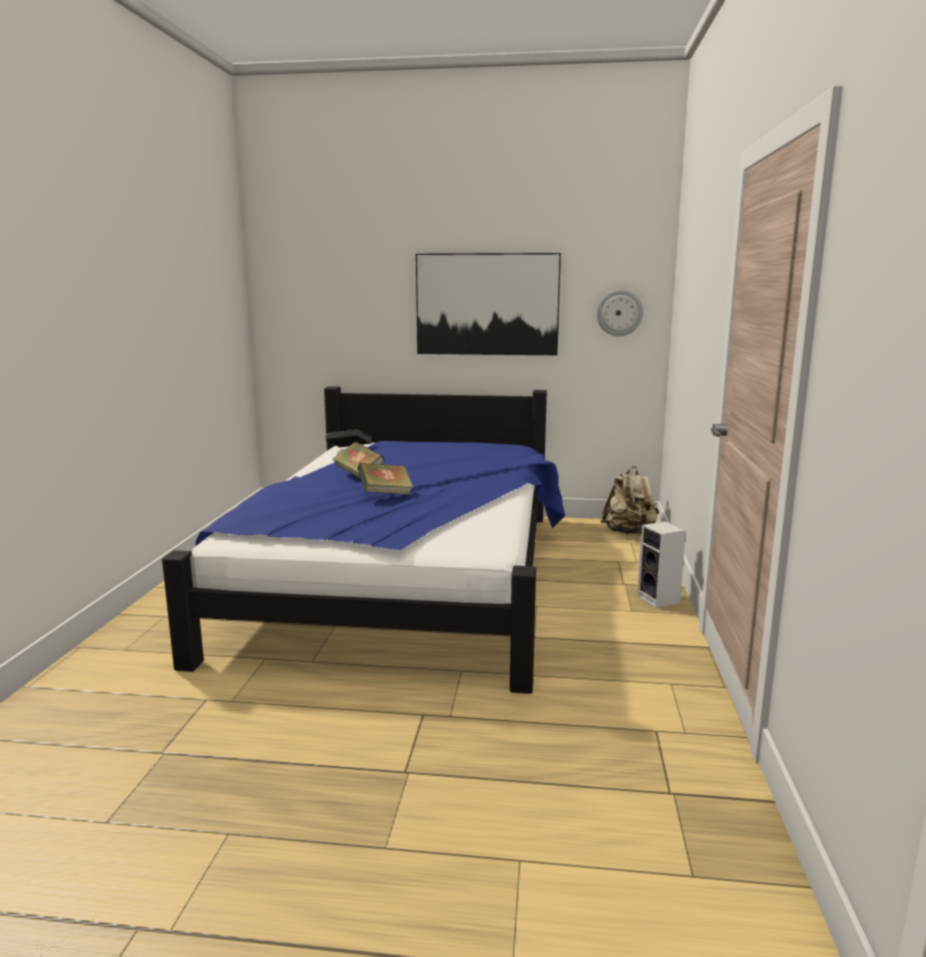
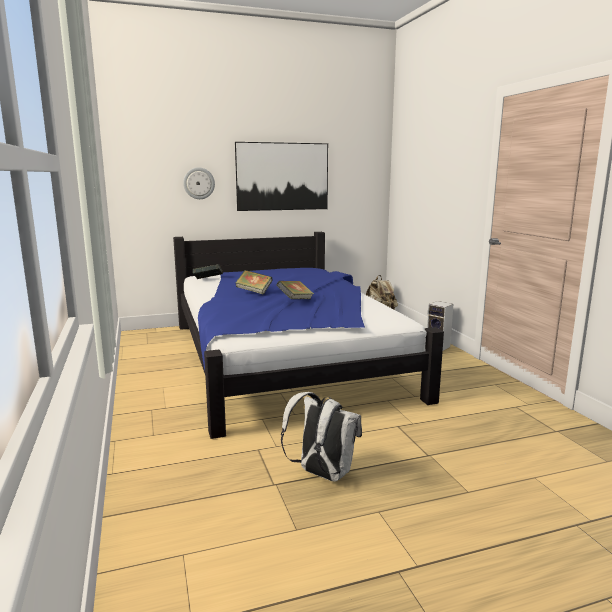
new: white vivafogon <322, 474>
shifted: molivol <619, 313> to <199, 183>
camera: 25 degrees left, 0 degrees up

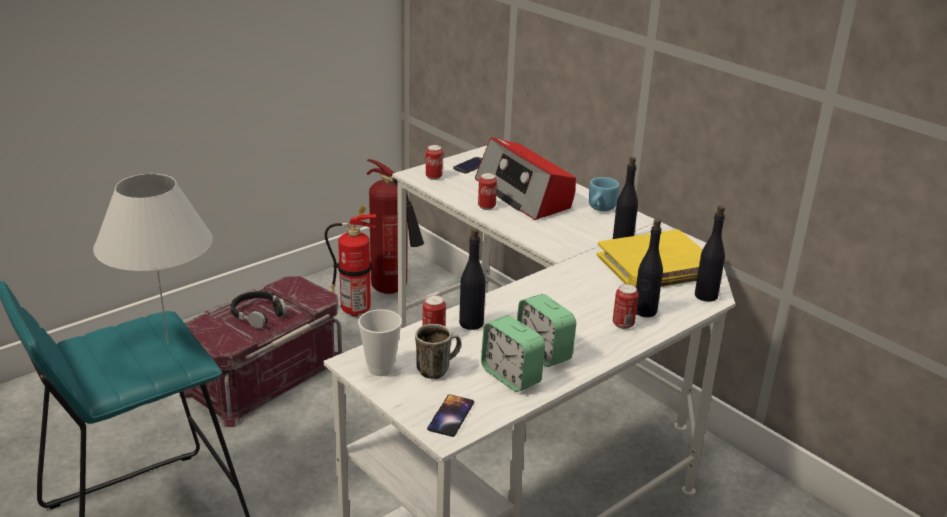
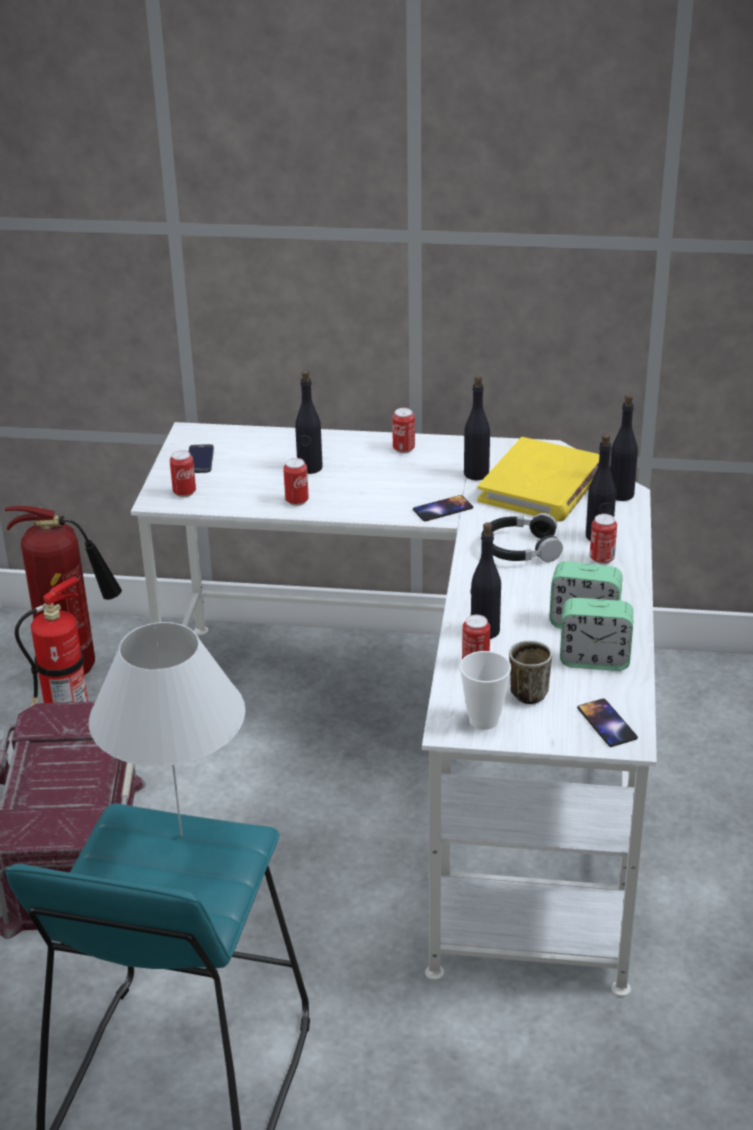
new: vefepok <442, 509>
shifted: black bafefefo <257, 314> to <520, 549>
swapped: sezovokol <524, 194> to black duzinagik <309, 468>; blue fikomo <599, 209> to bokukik <403, 449>
camera: 40 degrees left, 5 degrees up

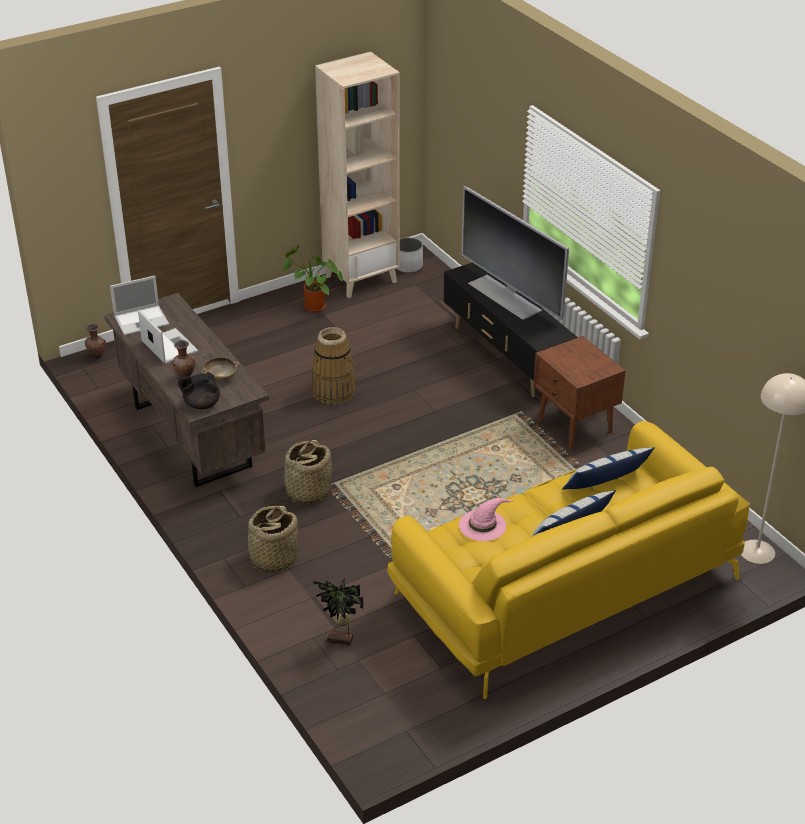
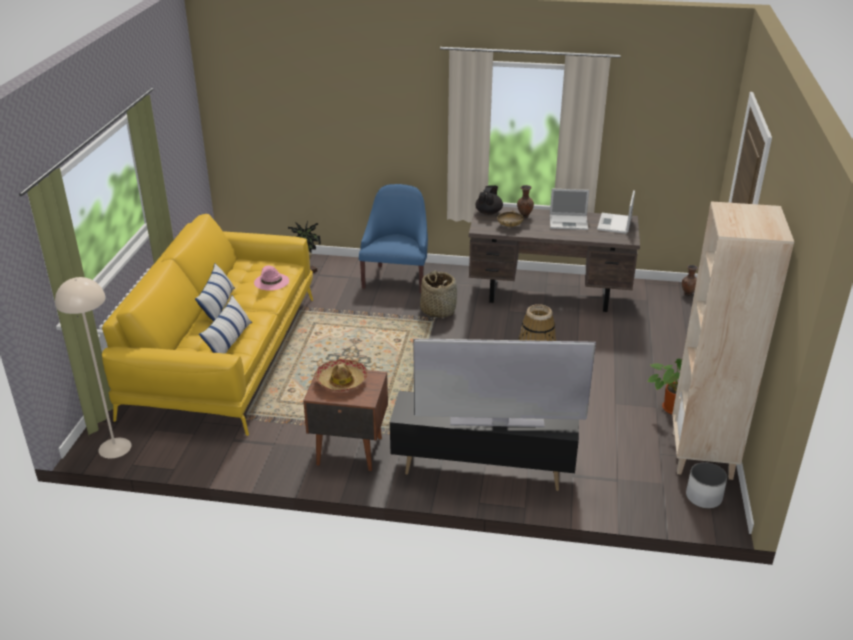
new: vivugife <341, 381>
swapped: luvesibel <273, 558> to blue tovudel <396, 278>
camera: 130 degrees right, 5 degrees down

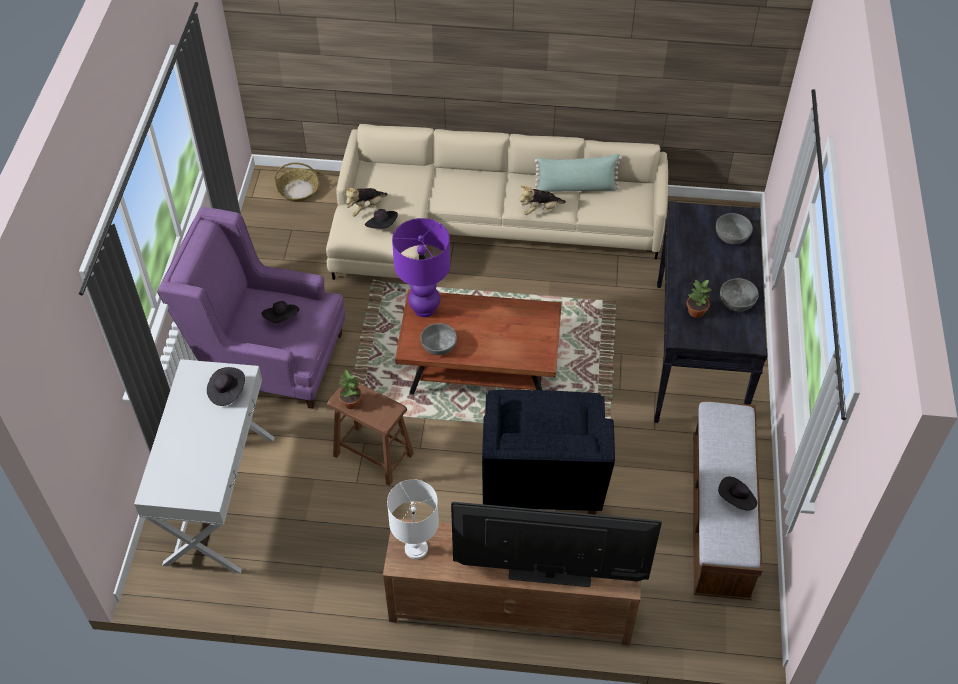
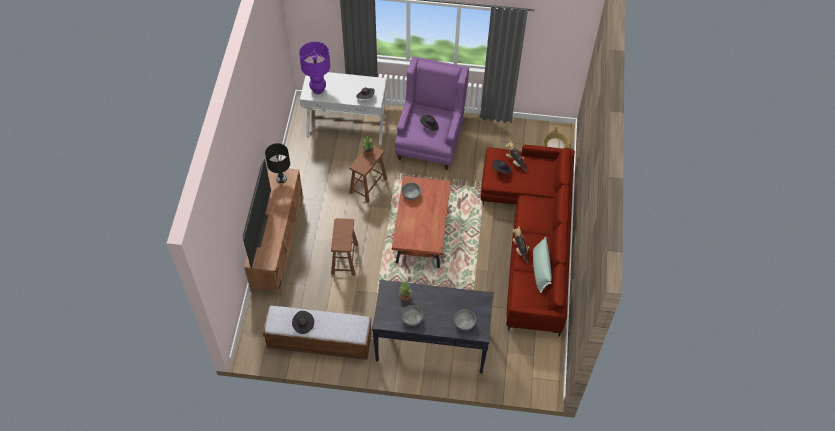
shifted: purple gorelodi <424, 309> to <318, 89>
swapped: blue tovudel <541, 486> to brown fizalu <344, 259>
repainted: white gorelodi <416, 549> to black gorelodi <281, 178>; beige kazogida <484, 226> to red kazogida <531, 237>
camera: 90 degrees right, 5 degrees up

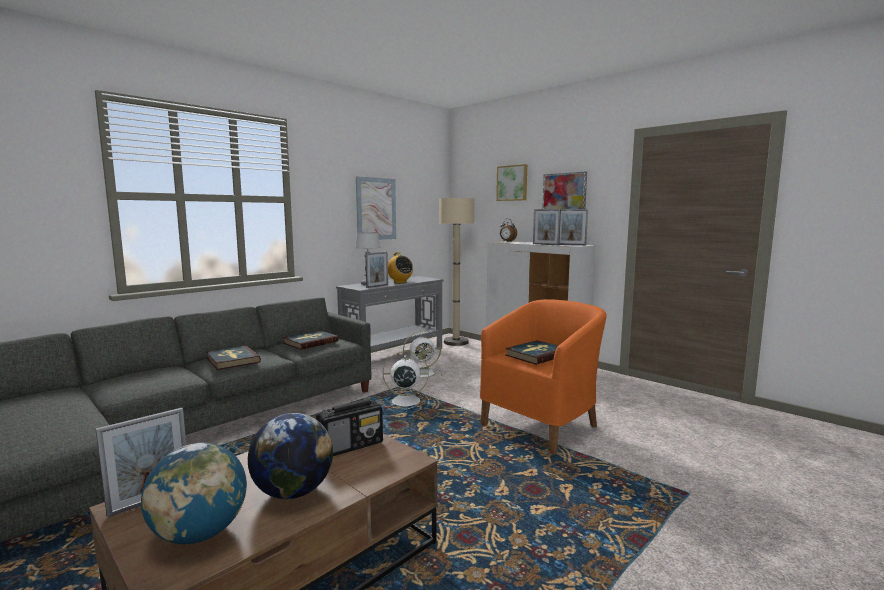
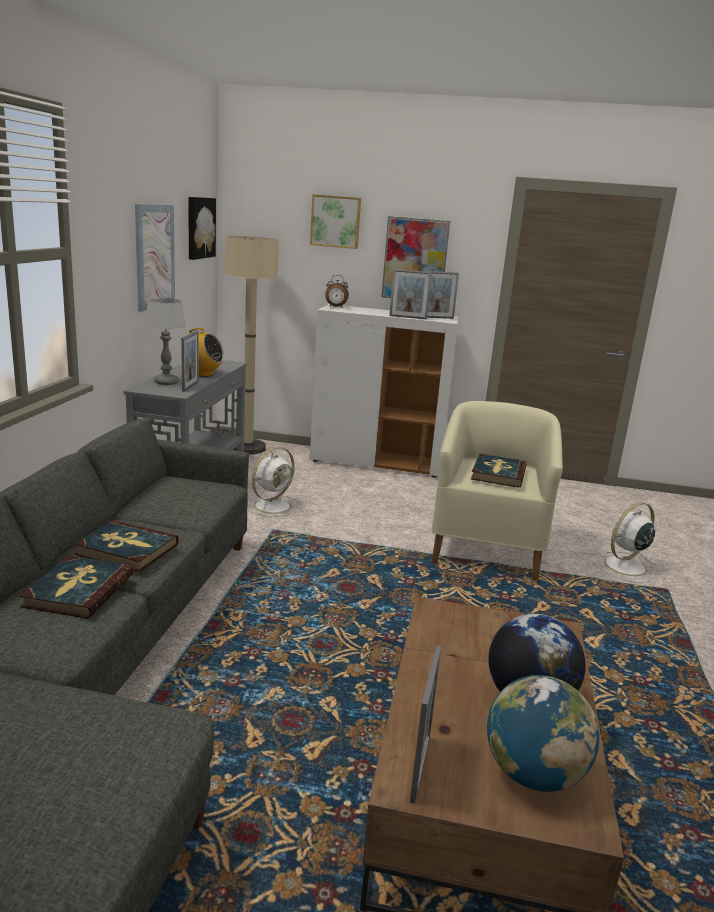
gone: sezovokol <351, 446>
new: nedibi <199, 227>
shifted: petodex <310, 342> to <78, 590>; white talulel <404, 401> to <624, 566>
repainted: orange tovudel <542, 425> to beige tovudel <487, 549>
camera: 35 degrees left, 10 degrees up

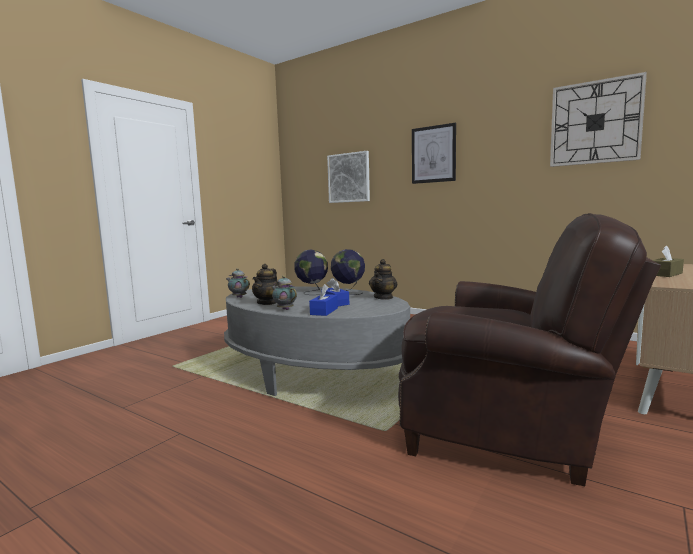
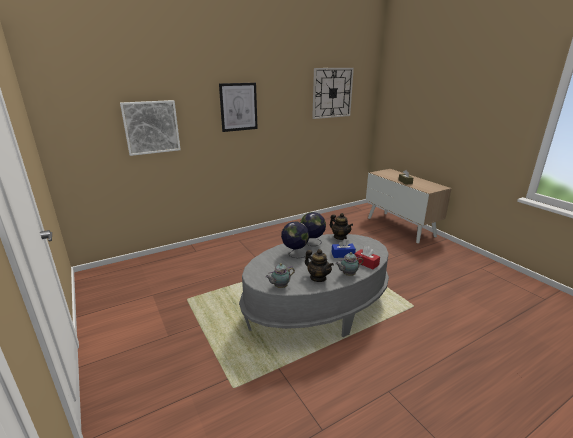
gone: brown tovudel <507, 429>
repainted: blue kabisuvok <324, 311> to red kabisuvok <366, 263>
camera: 65 degrees left, 15 degrees up

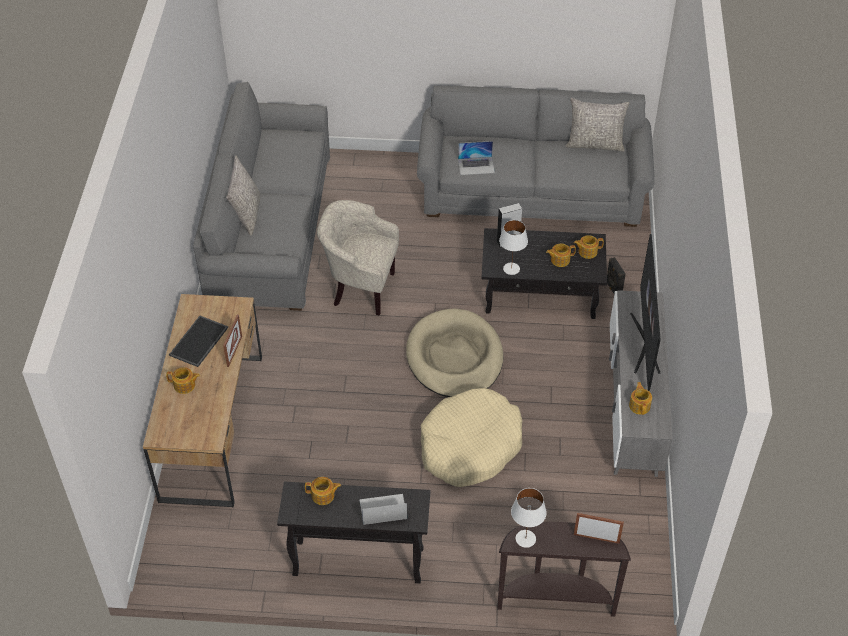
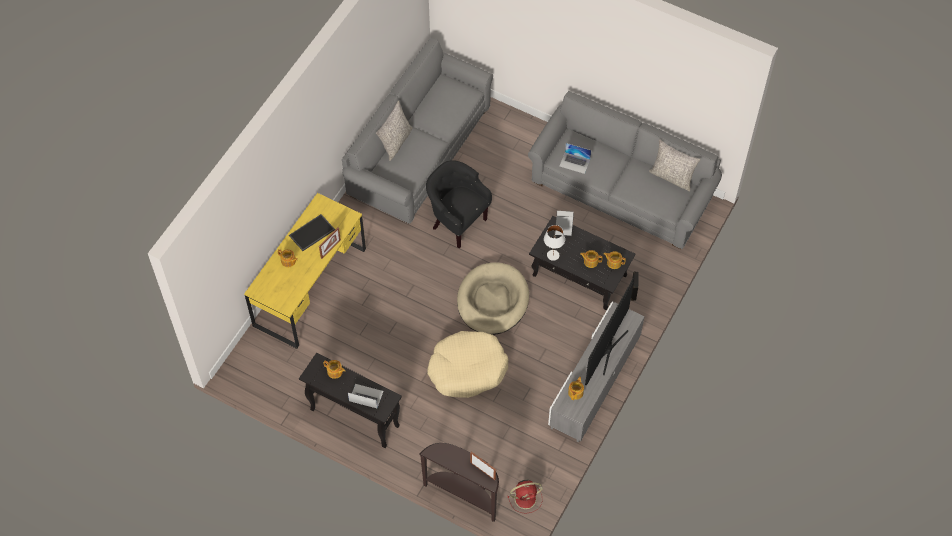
gone: white gorelodi <525, 538>
new: red talulel <526, 498>
repainted: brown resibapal <212, 426> to yellow resibapal <310, 287>; beige tovudel <360, 289> to black tovudel <456, 222>
camera: 25 degrees right, 10 degrees up

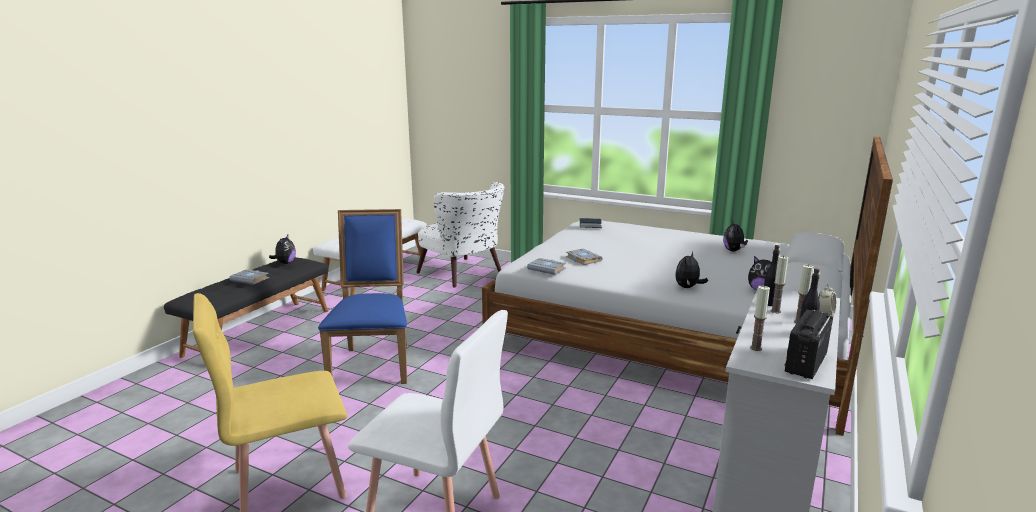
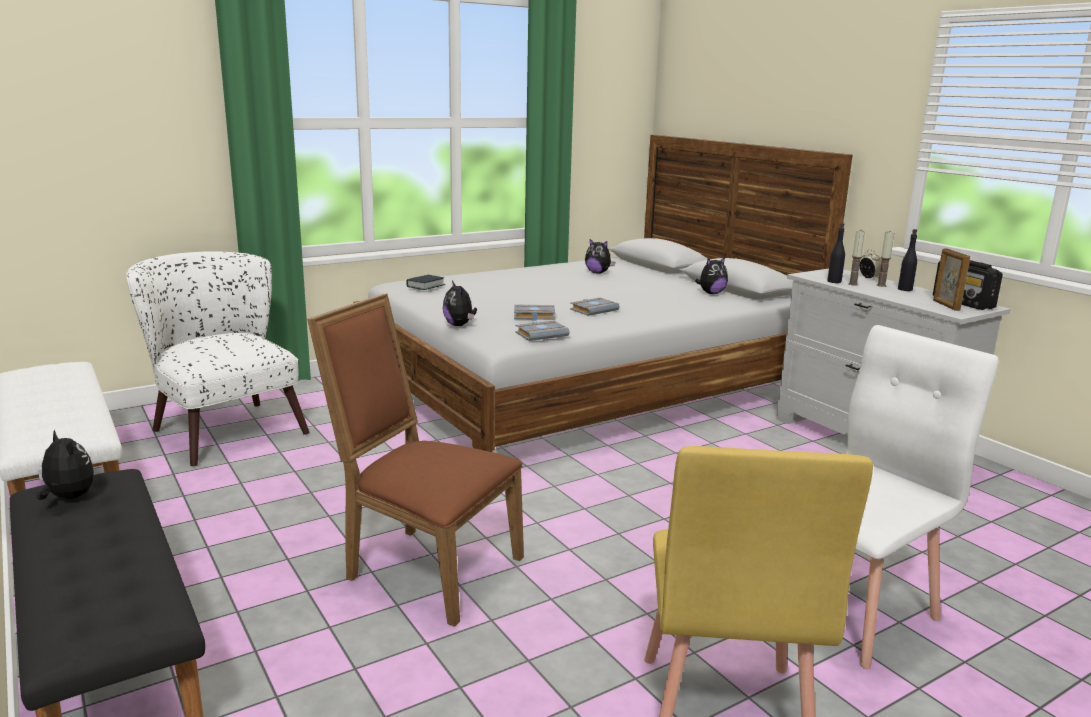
gone: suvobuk <755, 348>
new: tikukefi <945, 305>
shifted: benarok <688, 287> to <459, 325>; grey petodex <251, 279> to <594, 310>
repainted: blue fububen <373, 363> to brown fububen <425, 568>
rotated: white tovudel <465, 275> = <223, 427> 120 degrees counterclockwise
camera: 60 degrees left, 0 degrees up

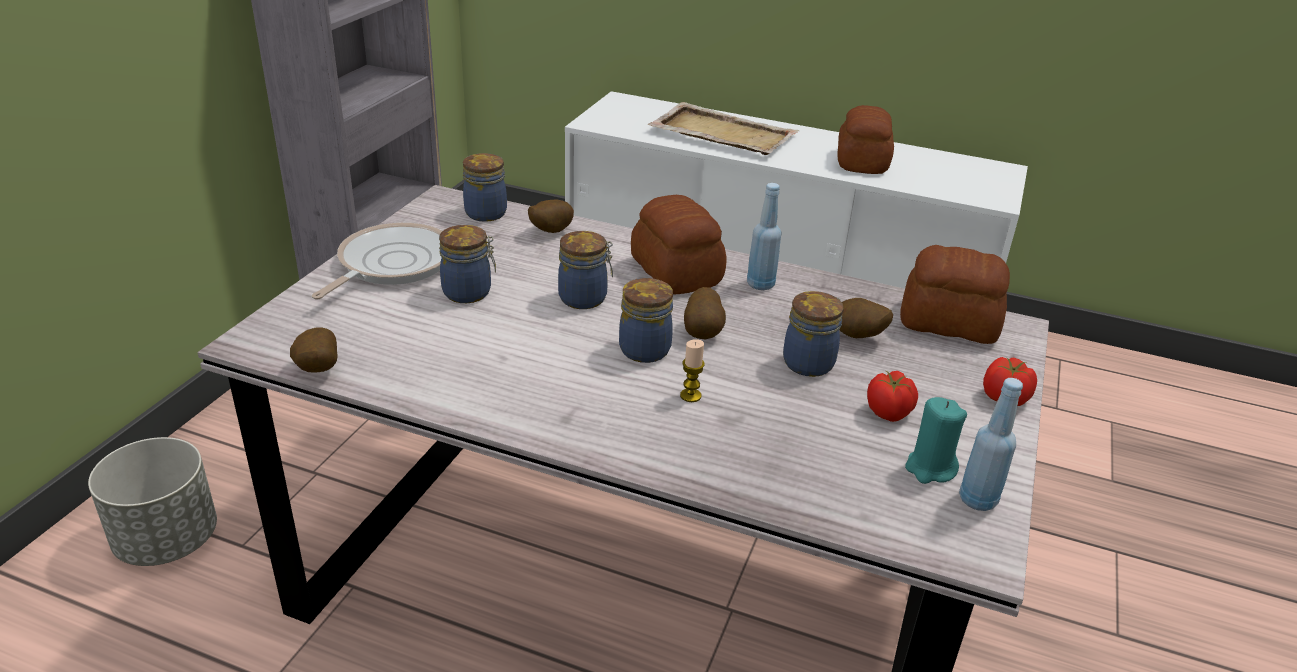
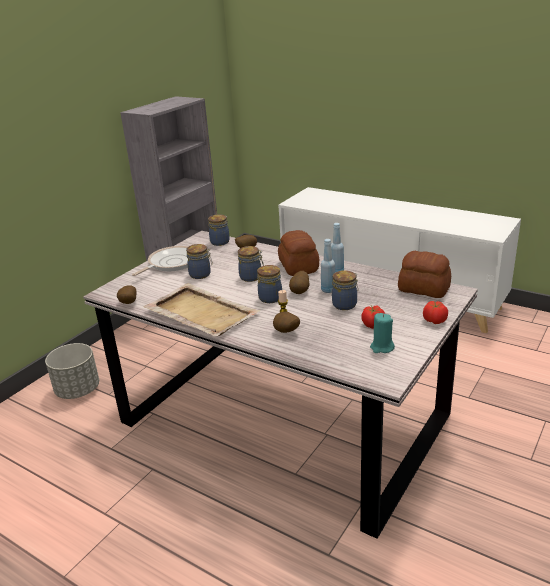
gone: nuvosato <863, 161>
shifted: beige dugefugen <721, 133> to <200, 312>; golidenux <858, 338> to <286, 332>; blue duzinagik <977, 500> to <328, 290>
camera: 15 degrees right, 5 degrees down

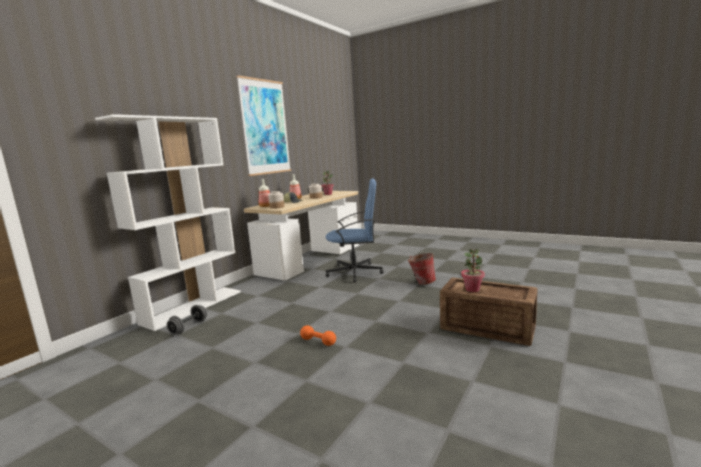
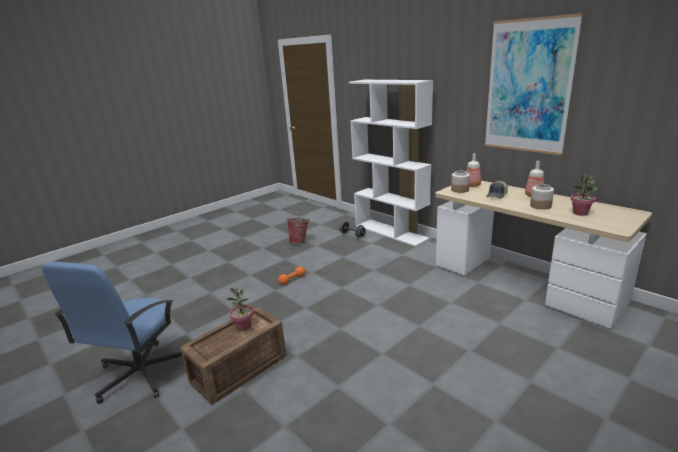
shifted: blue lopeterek <355, 272> to <140, 374>; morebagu <422, 282> to <300, 241>
camera: 105 degrees right, 10 degrees up

